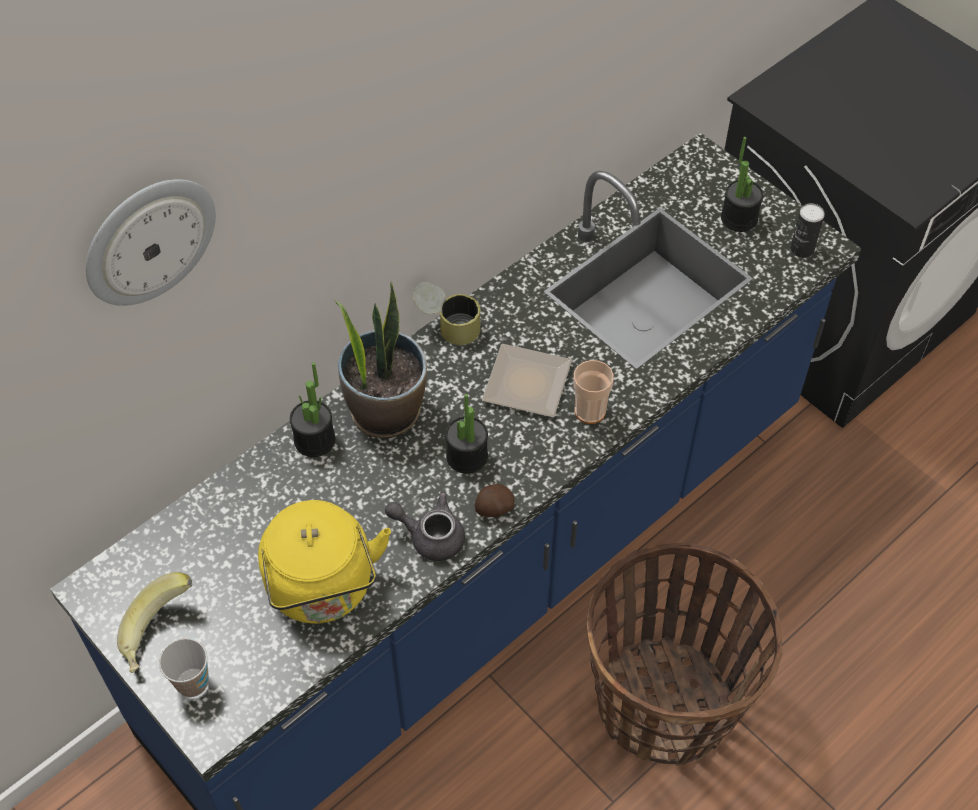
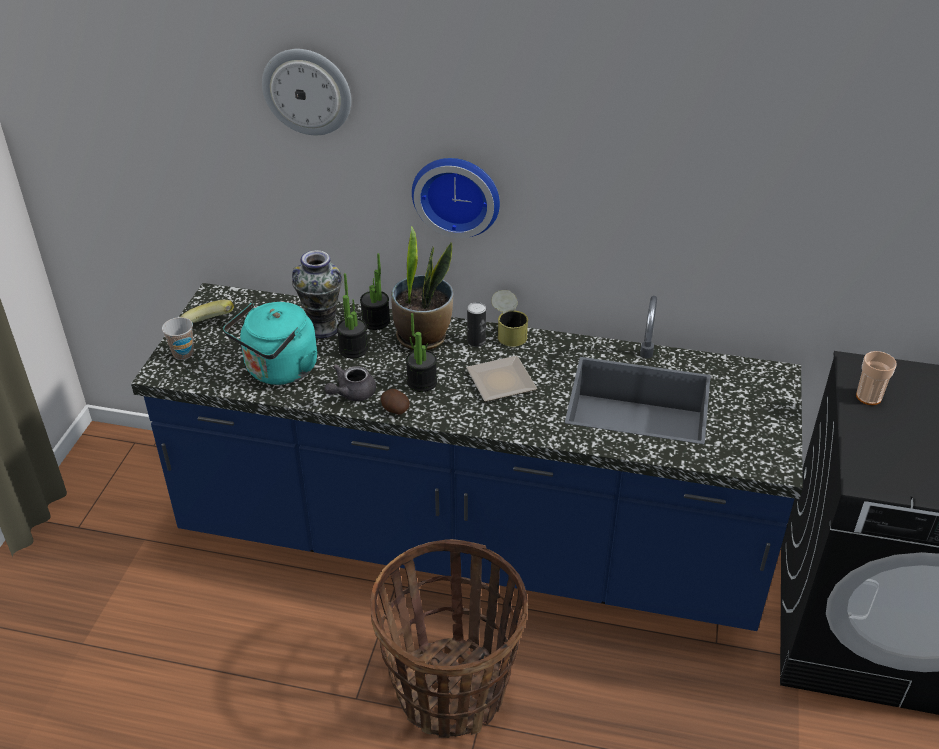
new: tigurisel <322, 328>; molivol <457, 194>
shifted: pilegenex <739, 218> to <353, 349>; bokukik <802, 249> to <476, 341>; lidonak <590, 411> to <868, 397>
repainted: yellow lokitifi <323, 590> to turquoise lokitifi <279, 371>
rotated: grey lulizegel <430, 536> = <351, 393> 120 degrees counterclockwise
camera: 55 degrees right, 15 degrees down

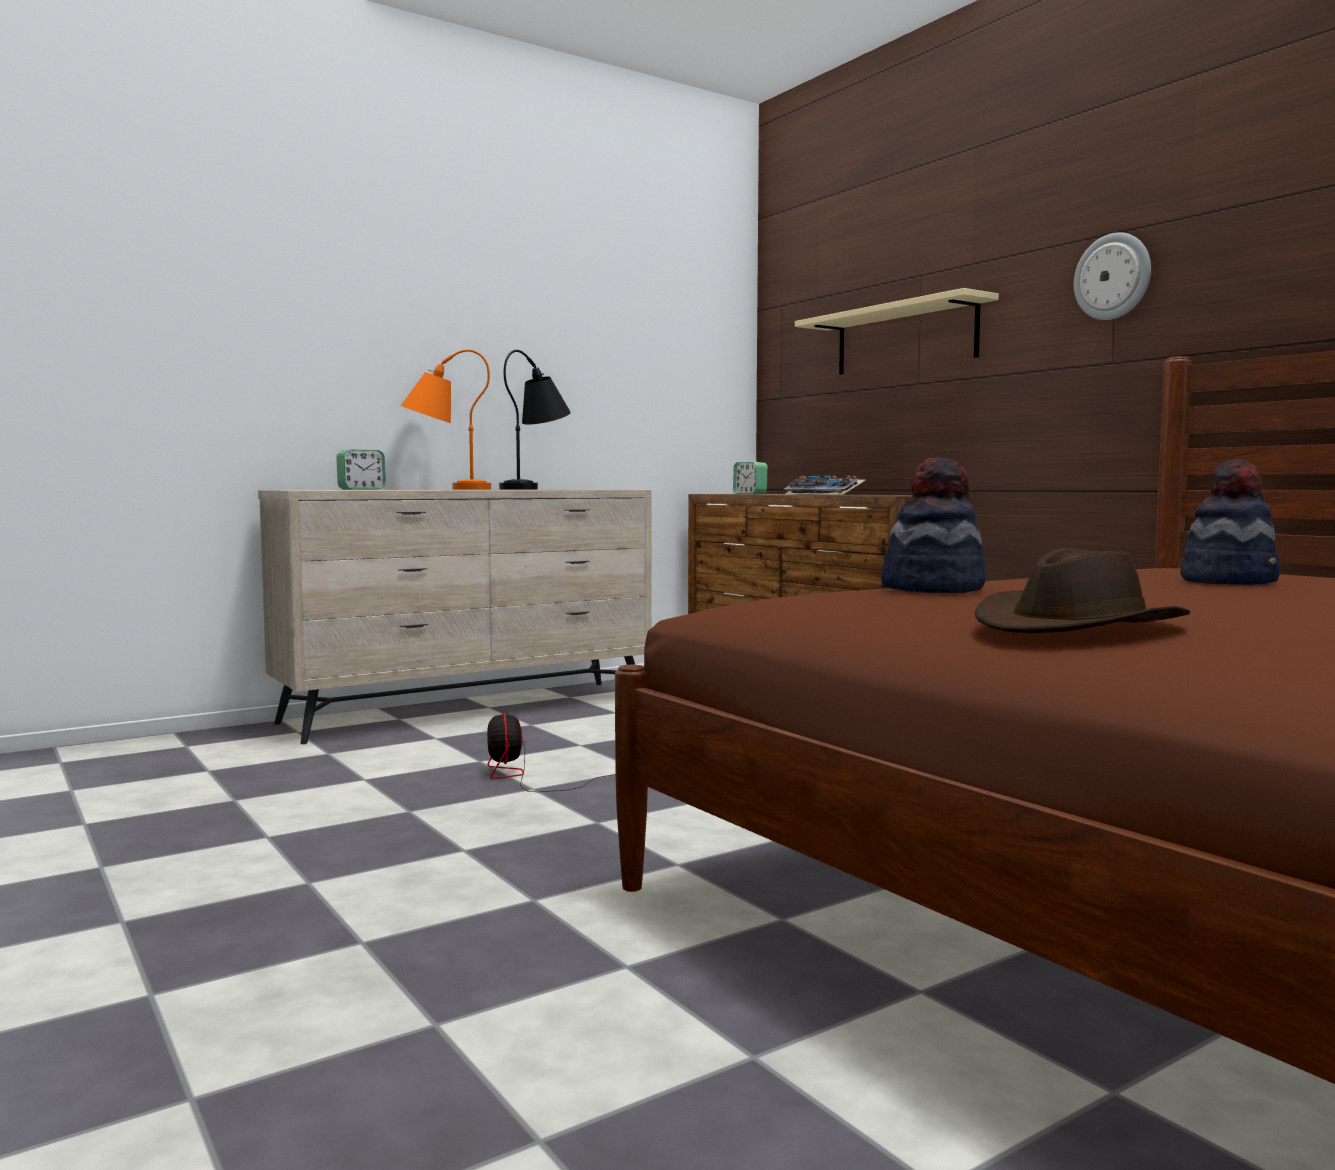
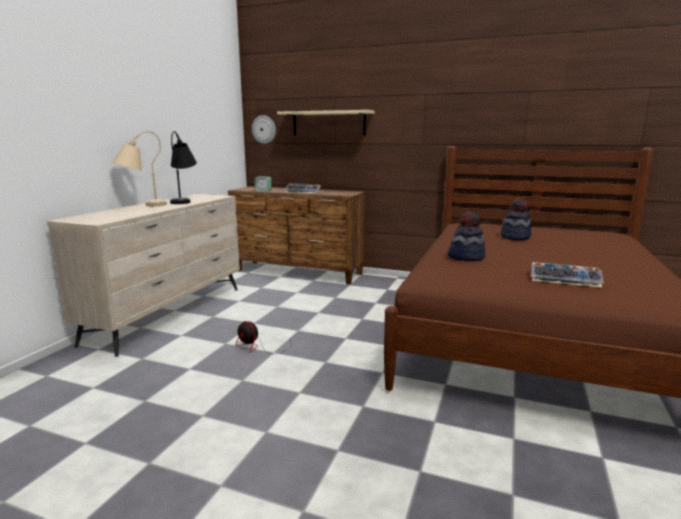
gone: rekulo <361, 489>
shifted: molivol <1113, 277> to <264, 129>
swapped: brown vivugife <1077, 628> to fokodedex <565, 280>
repainted: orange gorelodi <445, 489> to beige gorelodi <141, 206>
camera: 35 degrees left, 10 degrees up

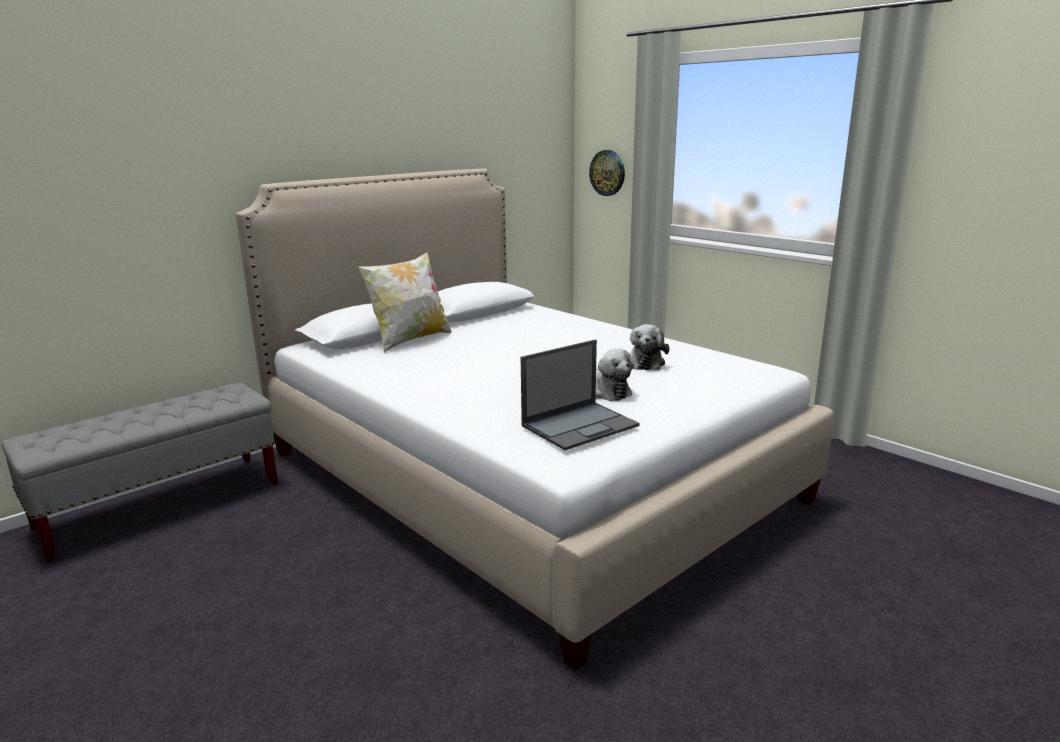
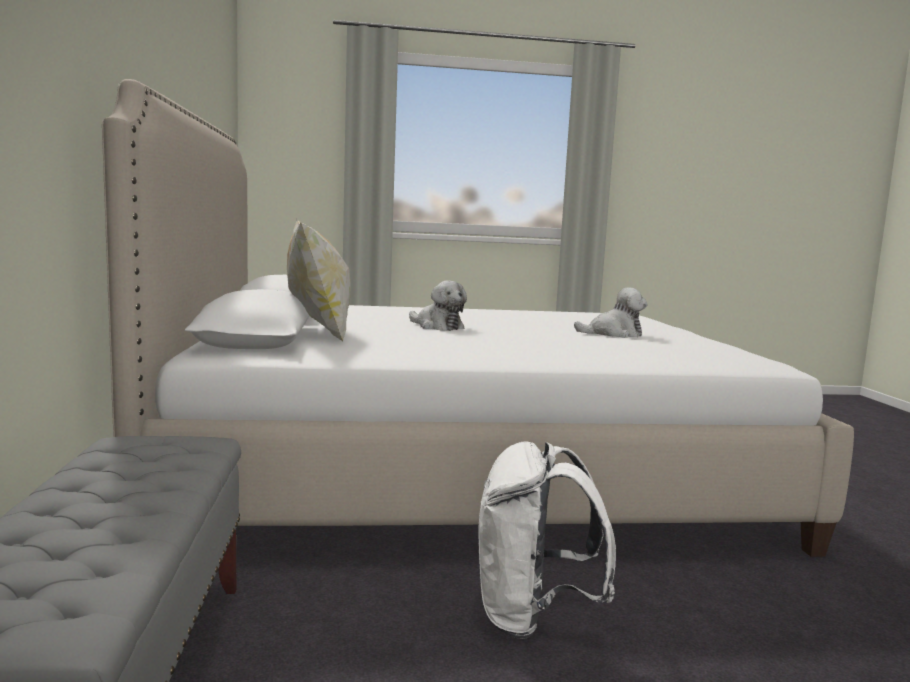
gone: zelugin <580, 425>; molivol <607, 173>
new: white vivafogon <532, 616>
shifted: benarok <645, 362> to <437, 326>
camera: 55 degrees left, 10 degrees down

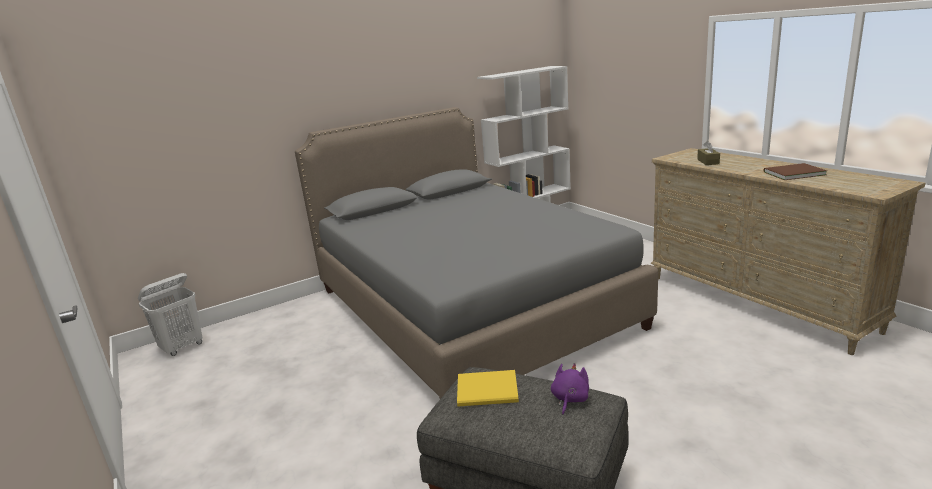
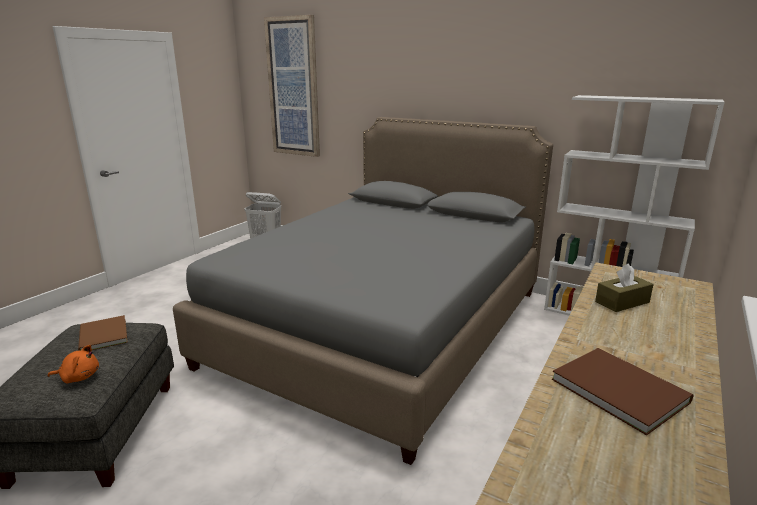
new: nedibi <293, 88>
repainted: purple benarok <569, 399> to orange benarok <79, 377>; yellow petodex <489, 391> to brown petodex <102, 336>
camera: 60 degrees right, 0 degrees up

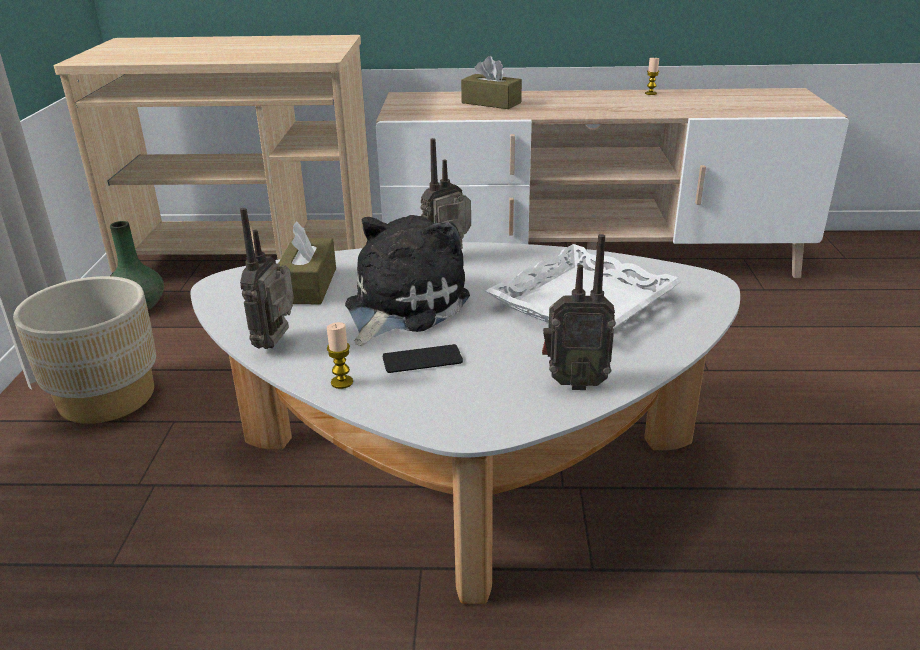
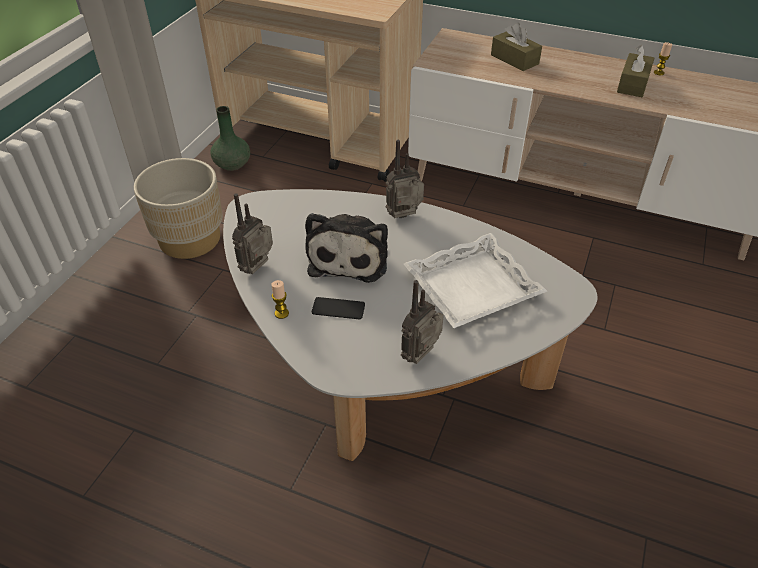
shifted: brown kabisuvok <308, 285> to <633, 84>
rotated: benarok <401, 306> = <349, 256> 135 degrees clockwise; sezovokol <574, 382> = <422, 356> 105 degrees clockwise
camera: 20 degrees right, 15 degrees up

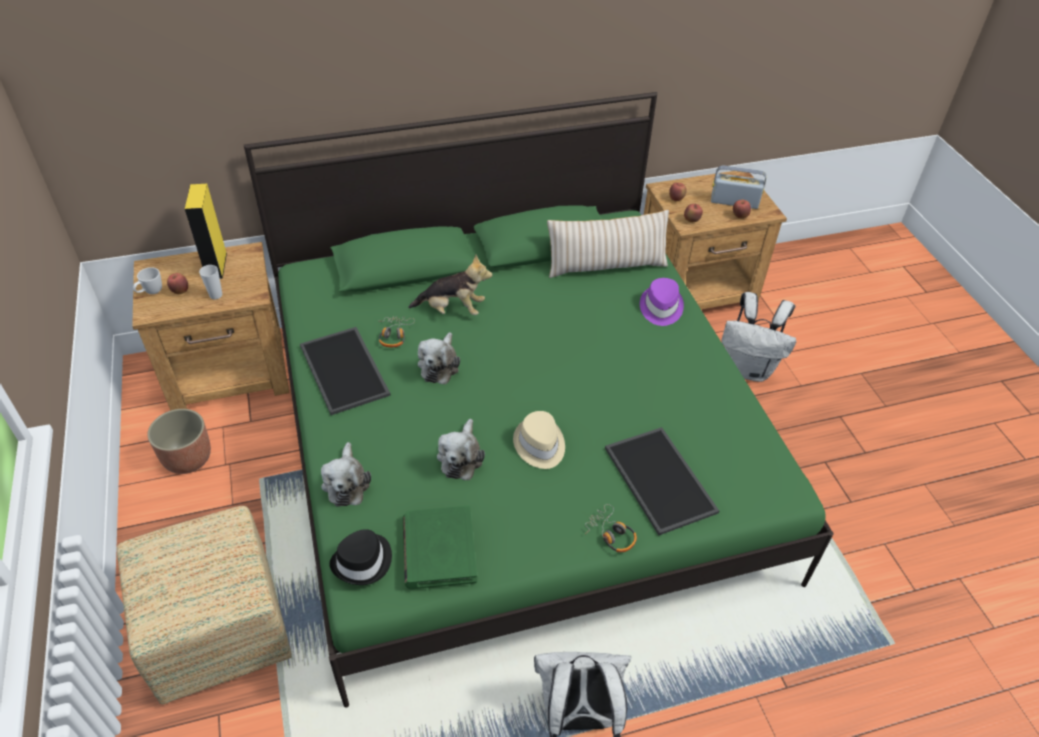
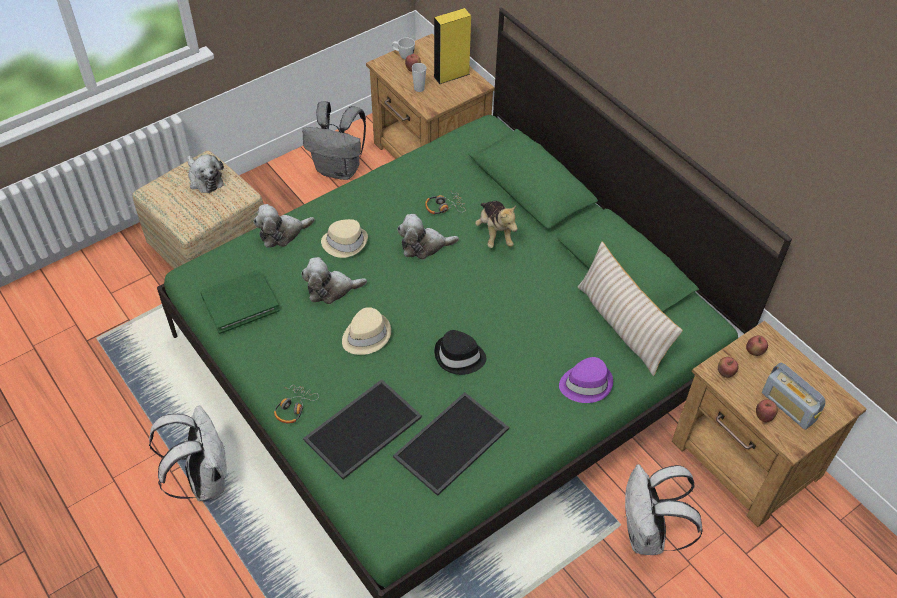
new: benarok <204, 179>; beige vivugife <345, 242>
shifted: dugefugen <346, 370> to <452, 445>; black vivugife <363, 561> to <459, 357>
swapped: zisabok <188, 458> to grey vivafogon <339, 169>
rotated: sezovokol <734, 202> = <788, 406> 150 degrees clockwise
camera: 70 degrees right, 5 degrees up

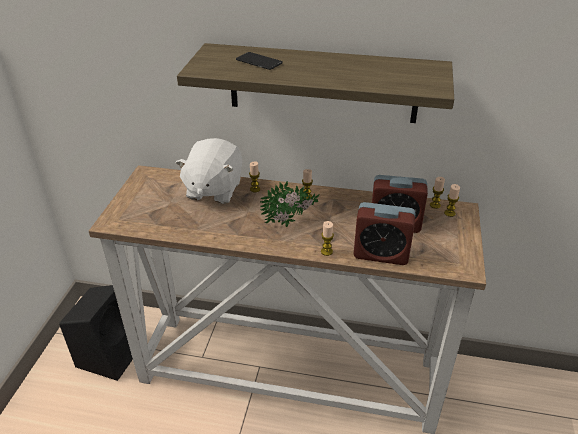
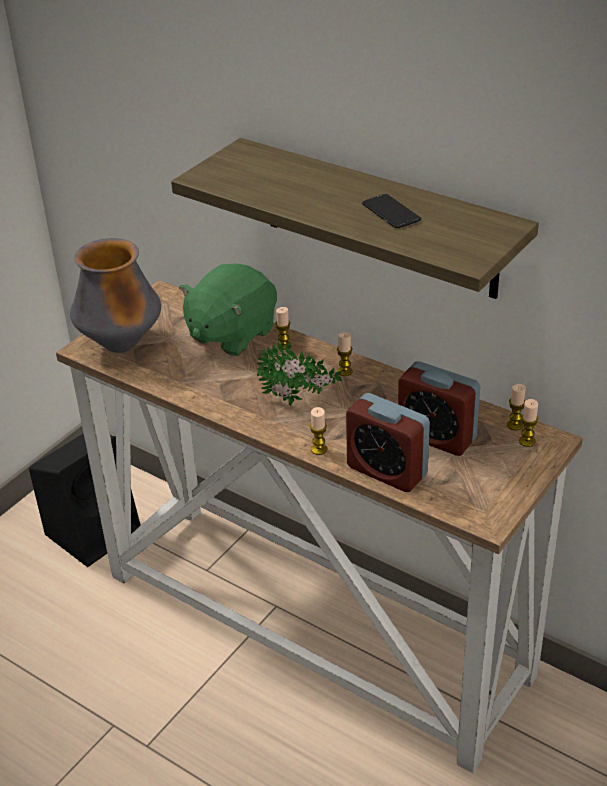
new: tigurisel <121, 345>
shifted: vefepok <259, 62> to <391, 212>
repainted: white benarok <213, 190> to green benarok <231, 334>
camera: 25 degrees right, 0 degrees up

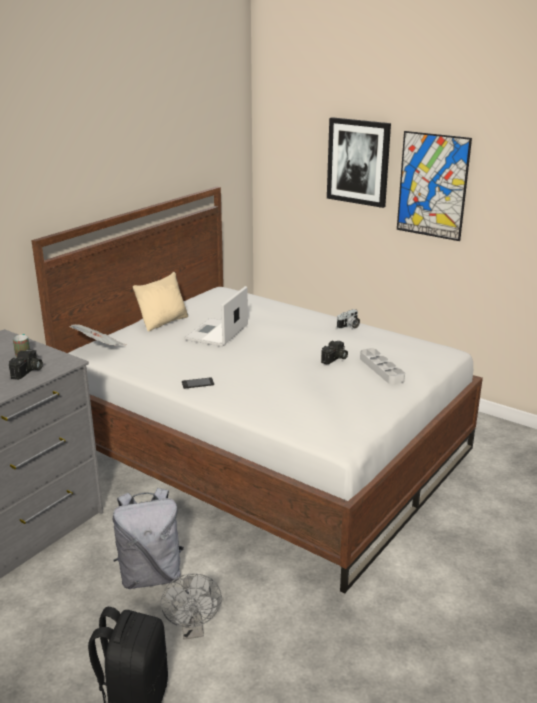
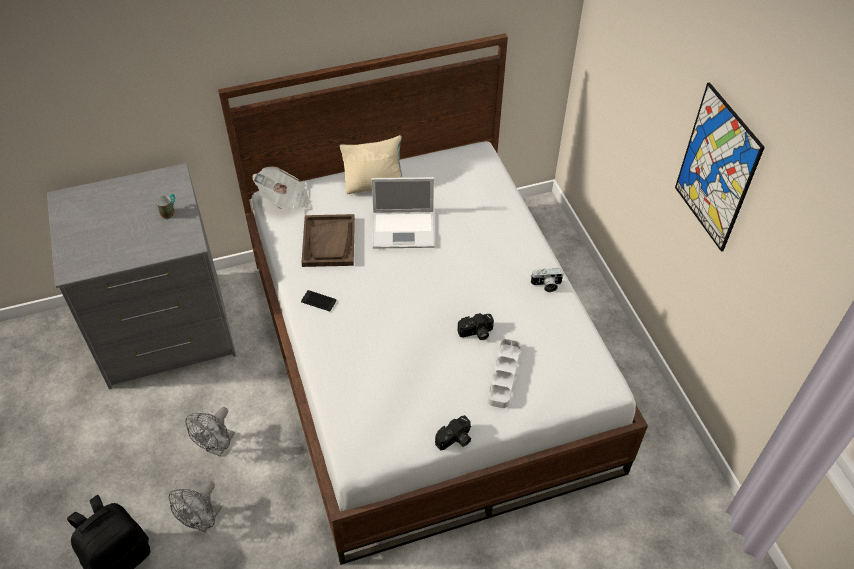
gone: nedibi <358, 162>
new: brown dugefugen <329, 242>
shifted: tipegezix <28, 371> to <455, 440>
swapped: grey vivafogon <151, 575> to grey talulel <218, 447>
rotated: zelugin <216, 333> = <405, 229> 150 degrees counterclockwise
camera: 35 degrees right, 25 degrees up

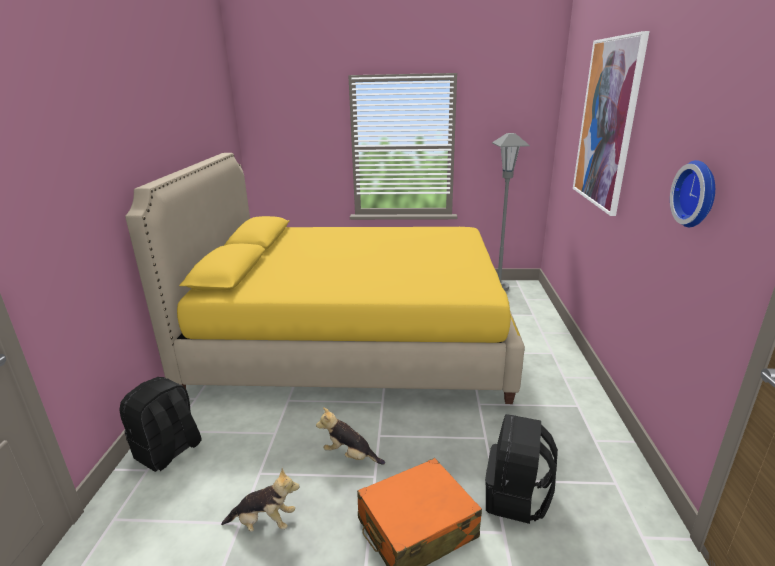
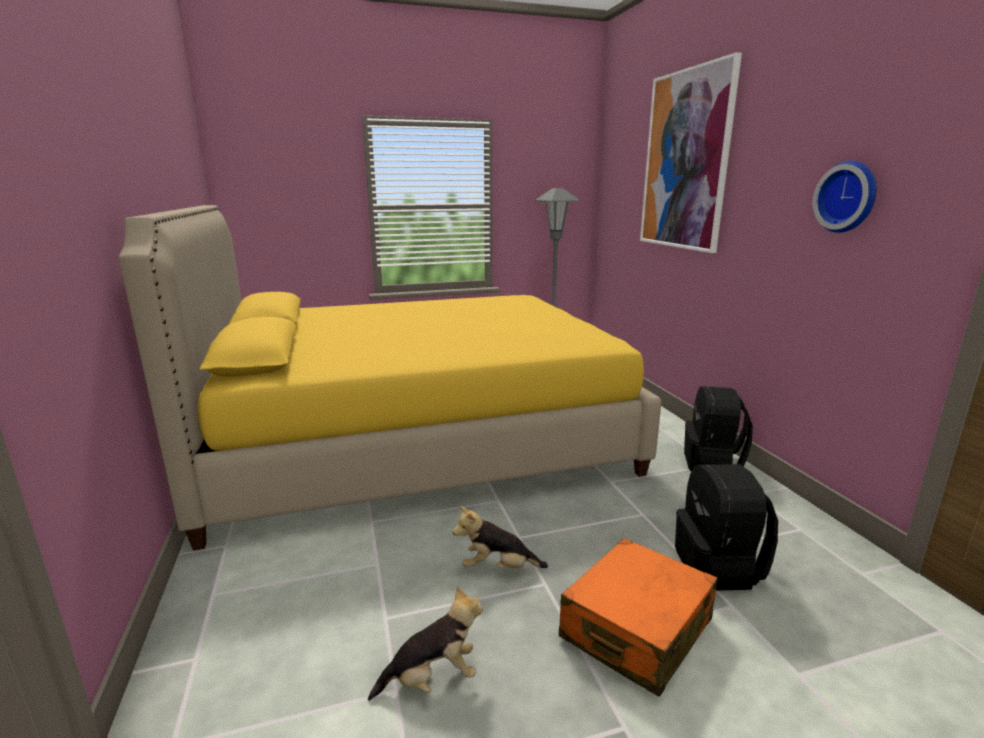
shifted: black vivafogon <168, 451> to <712, 463>
camera: 20 degrees left, 5 degrees down

